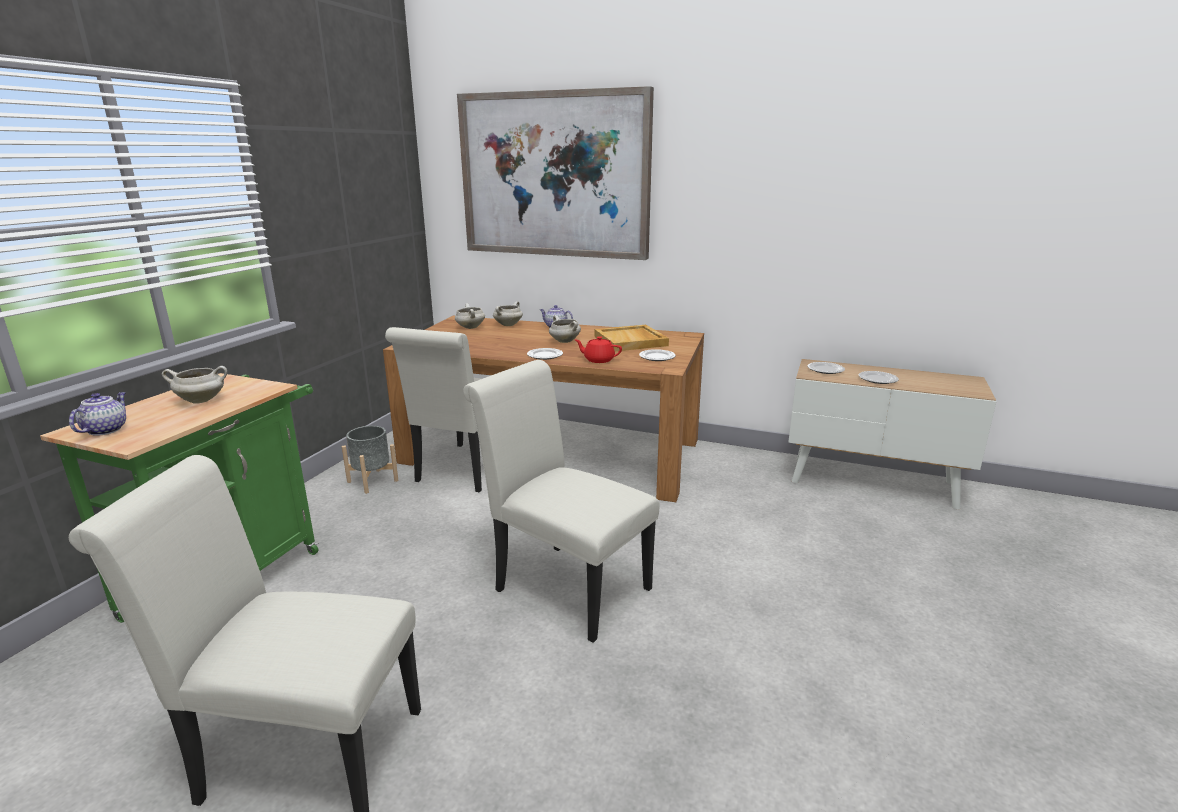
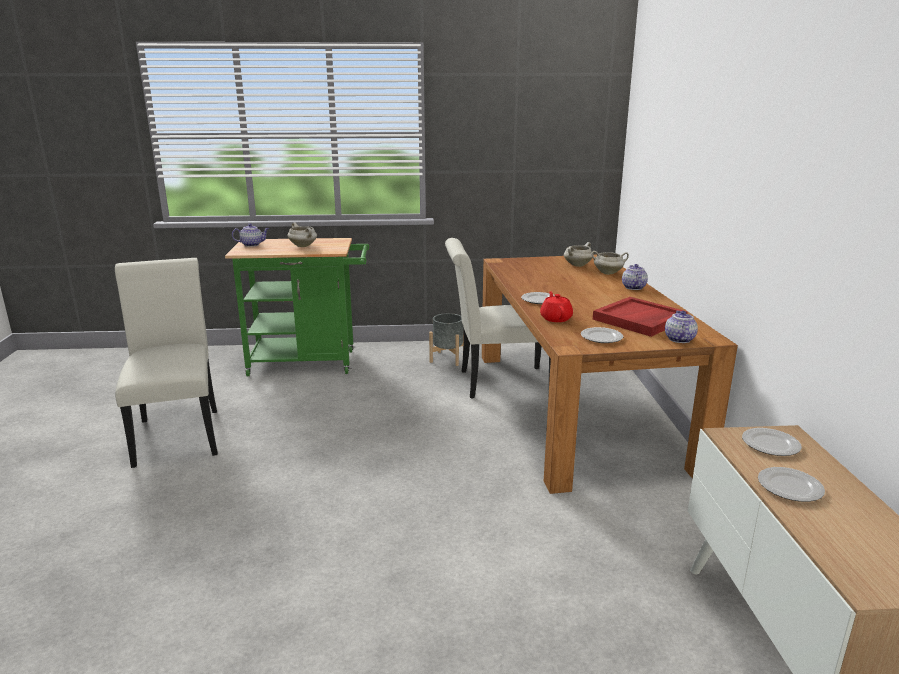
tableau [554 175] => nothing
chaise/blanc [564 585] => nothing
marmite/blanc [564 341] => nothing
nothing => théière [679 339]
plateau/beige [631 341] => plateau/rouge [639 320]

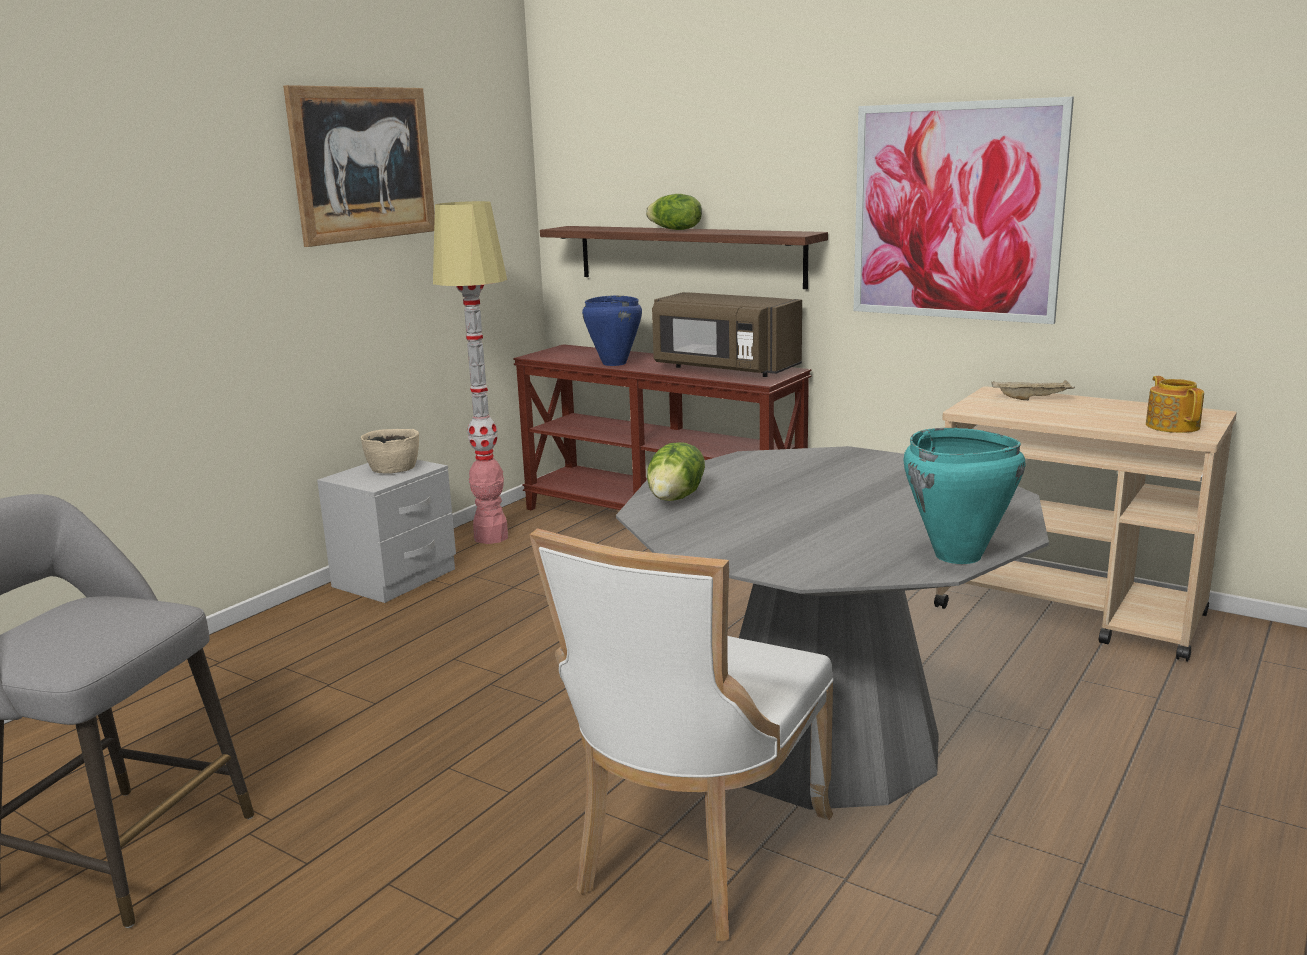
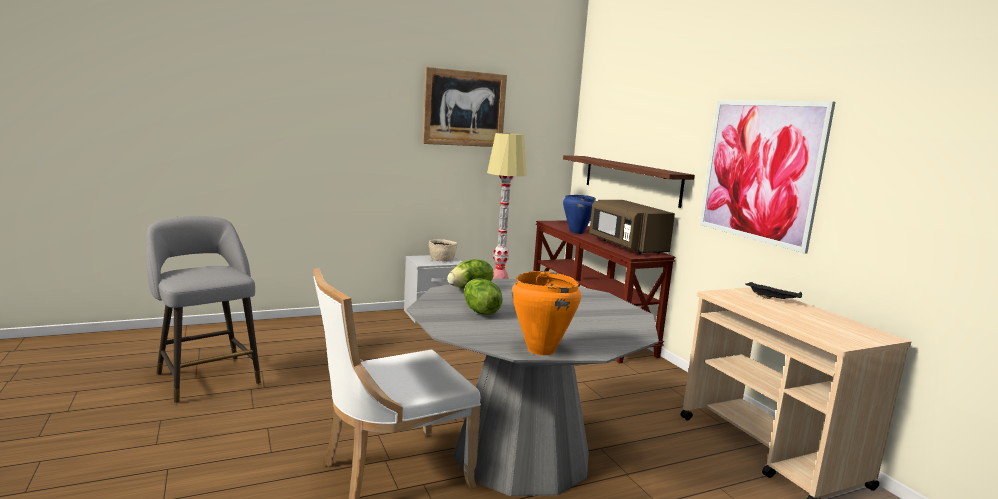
théière [1172 426] => nothing
laitue [675 229] => laitue [480 311], shifted
marmite/turquoise [958 556] => marmite/orange [540 350]
plateau/beige [1032 399] => plateau/noir [773 299]

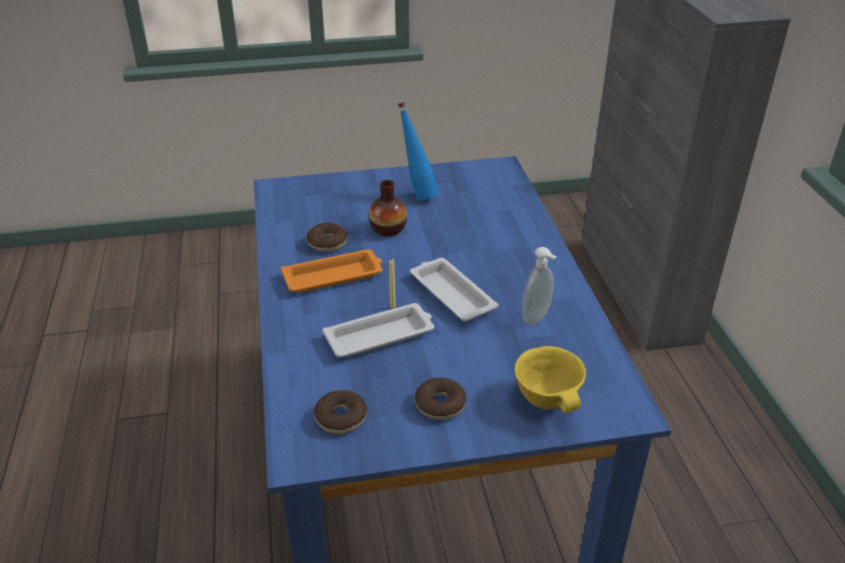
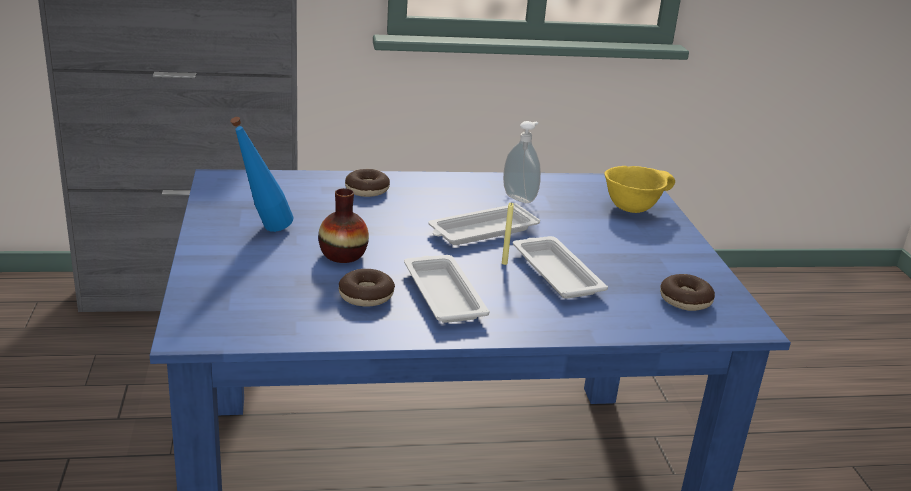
beignet [440 405] => beignet [367 190], shifted
plateau/orange [334 276] => plateau/blanc [443 294]

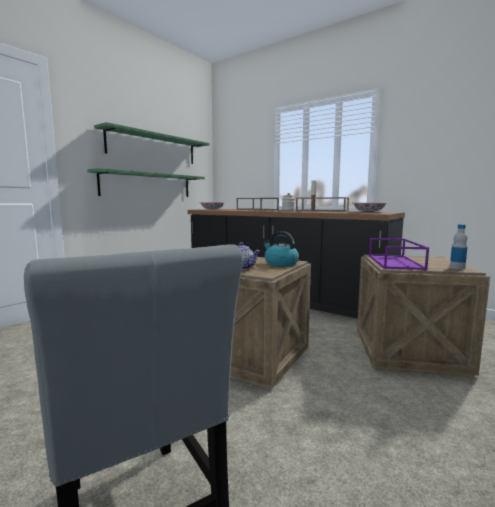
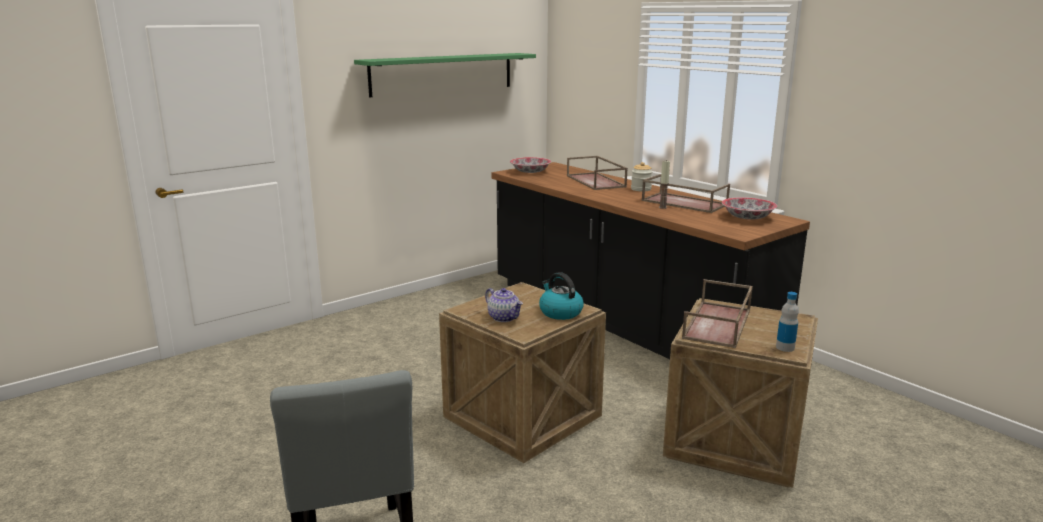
étagère/vert [148 185] => nothing
plateau/violet [396 262] => plateau/marron [718 324]

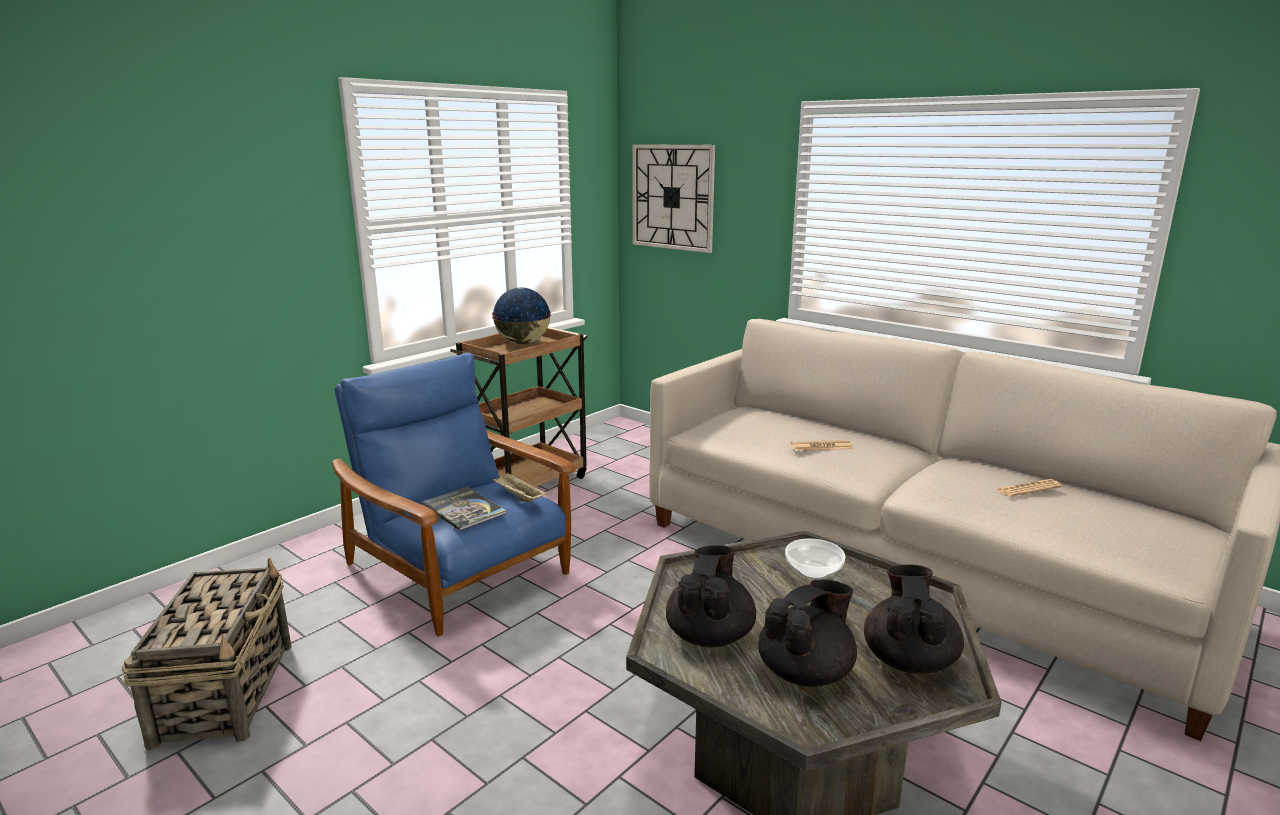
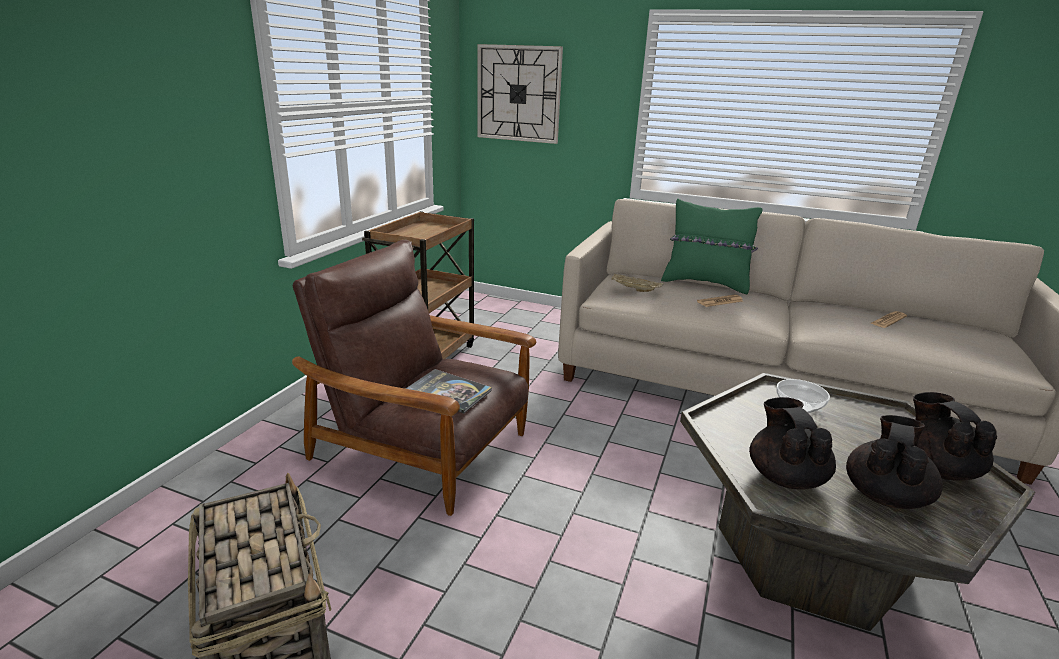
globe [523 343] => nothing
nothing => coussin/vert [705 284]
plateau/beige [519 497] => plateau/beige [634 289], shifted
fauteuil/bleu [459 570] => fauteuil/marron [423 447]

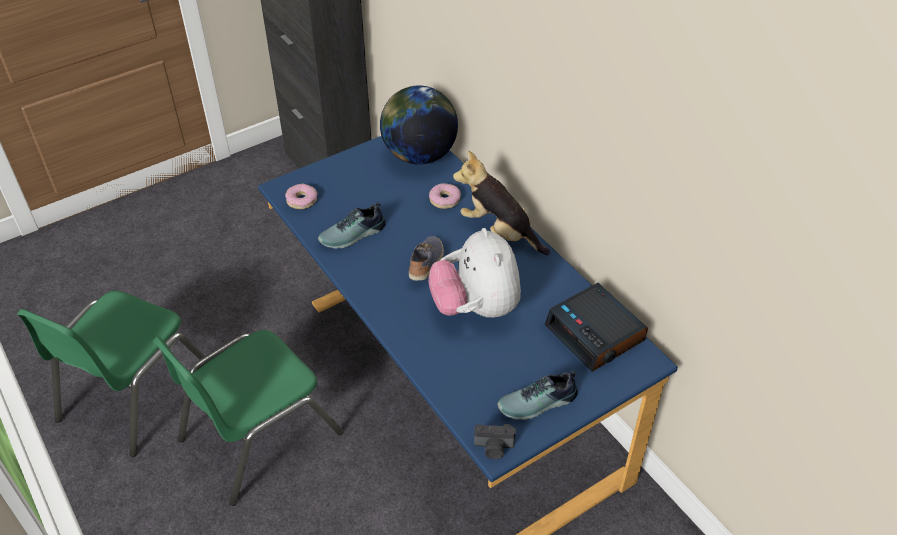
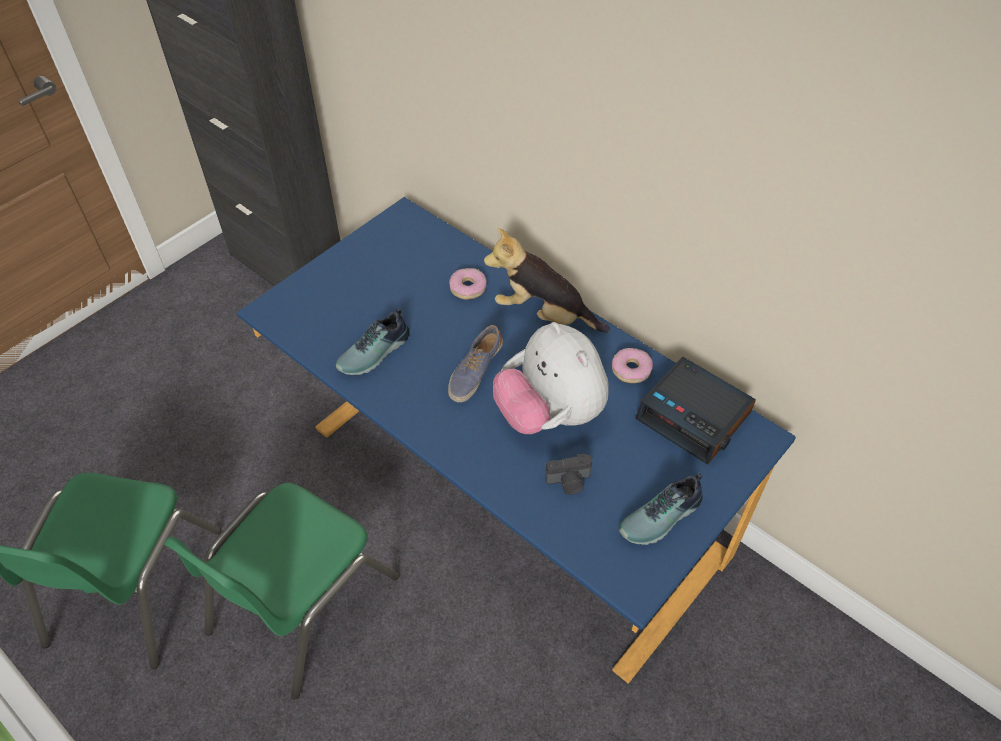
globe [419 155] => nothing
beignet [302 200] => beignet [631 369], shifted
appareil photo [493 448] => appareil photo [569 482], shifted
chaussure [427 264] => chaussure [474 372], 150 degrees counterclockwise

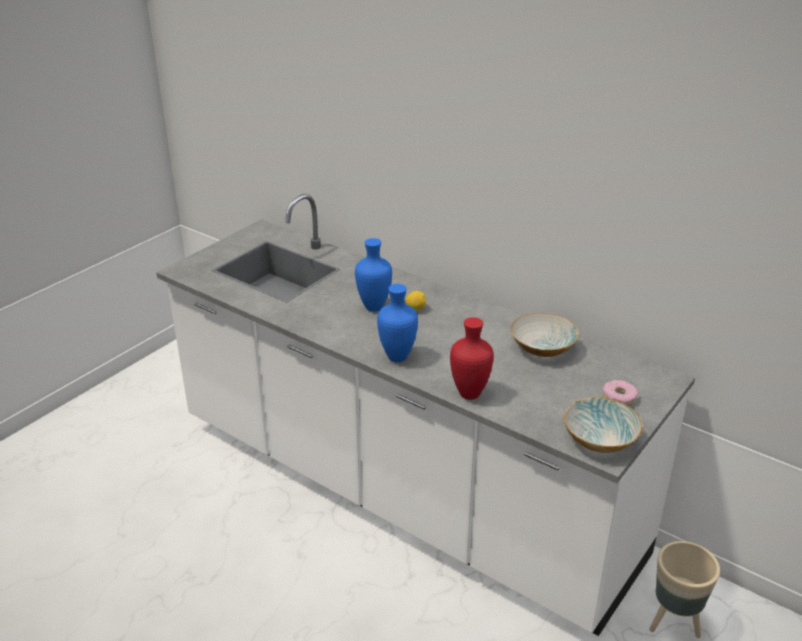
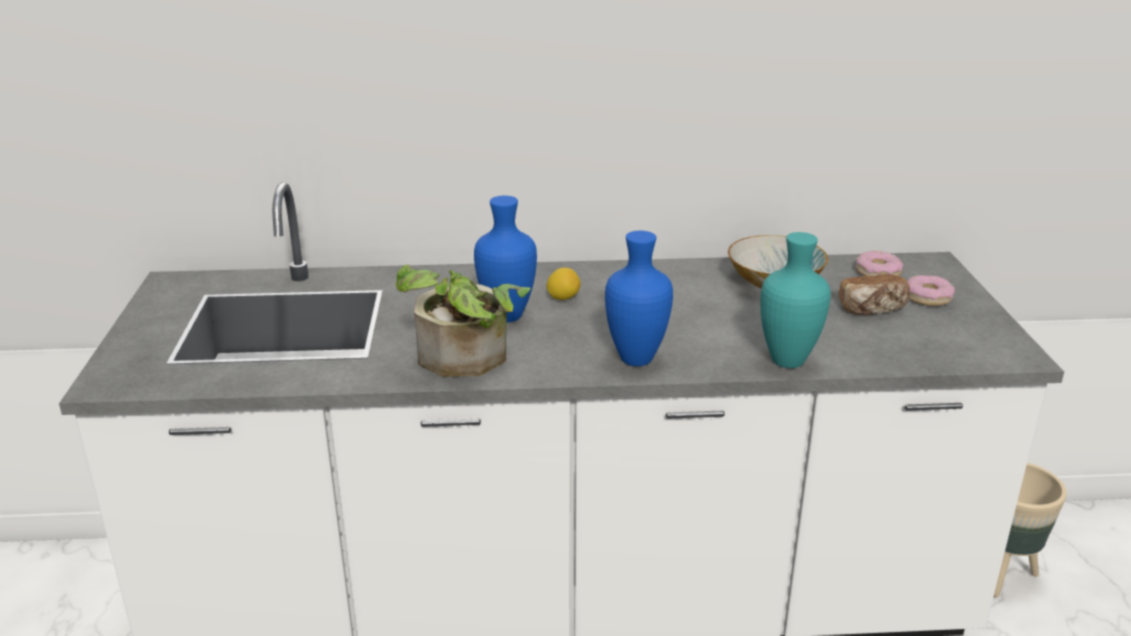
bol [600 440] => nothing
nothing => plante en pot [464 361]
nothing => pain [872 309]
nothing => beignet [878 272]
vase/rouge [468 395] => vase/turquoise [787 362]

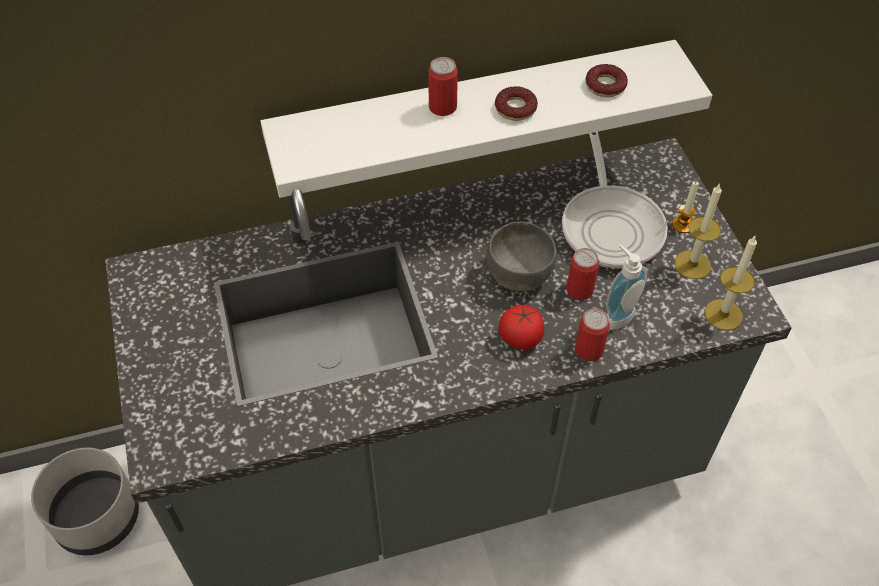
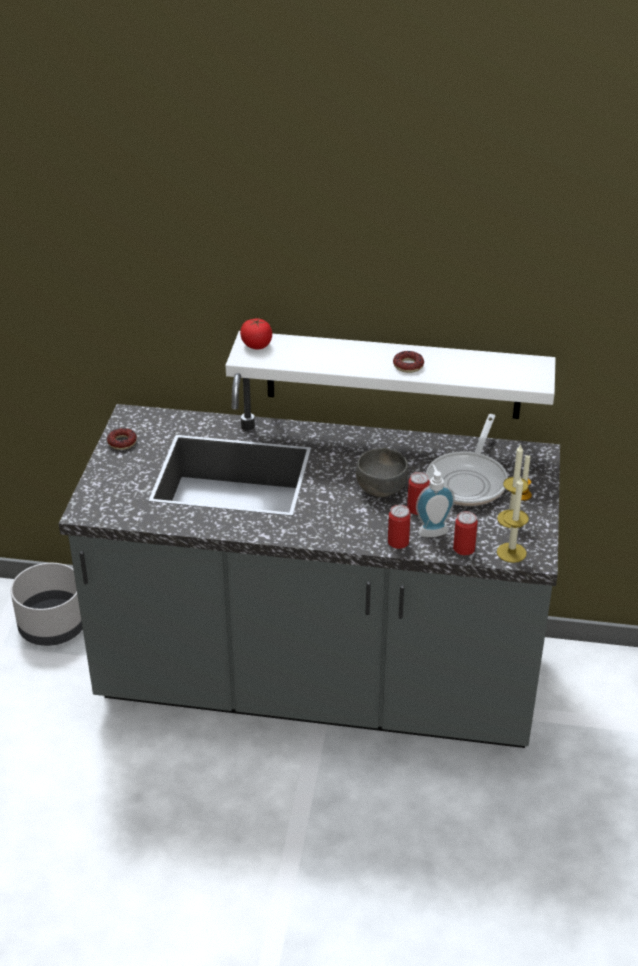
boîte métallique [442 107] => boîte métallique [464 549], shifted
tomate [520 337] => tomate [256 345], shifted
beignet [605 85] => beignet [122 442], shifted

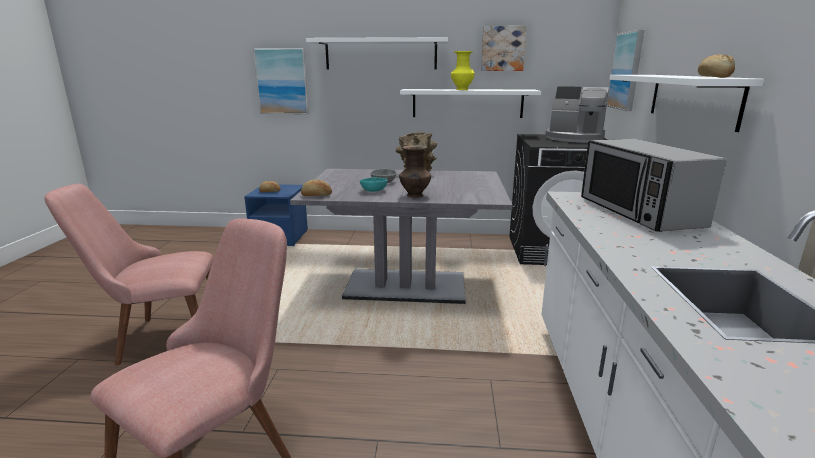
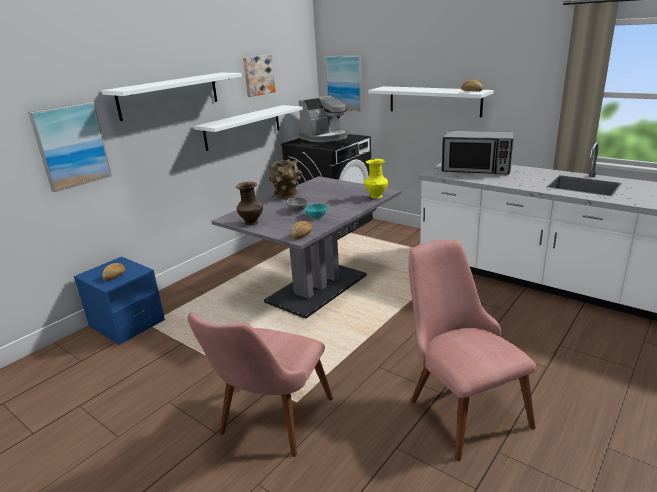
vase/marron [415 196] => vase/marron [252 223], shifted
vase/jaune [461 90] => vase/jaune [376 196], shifted

